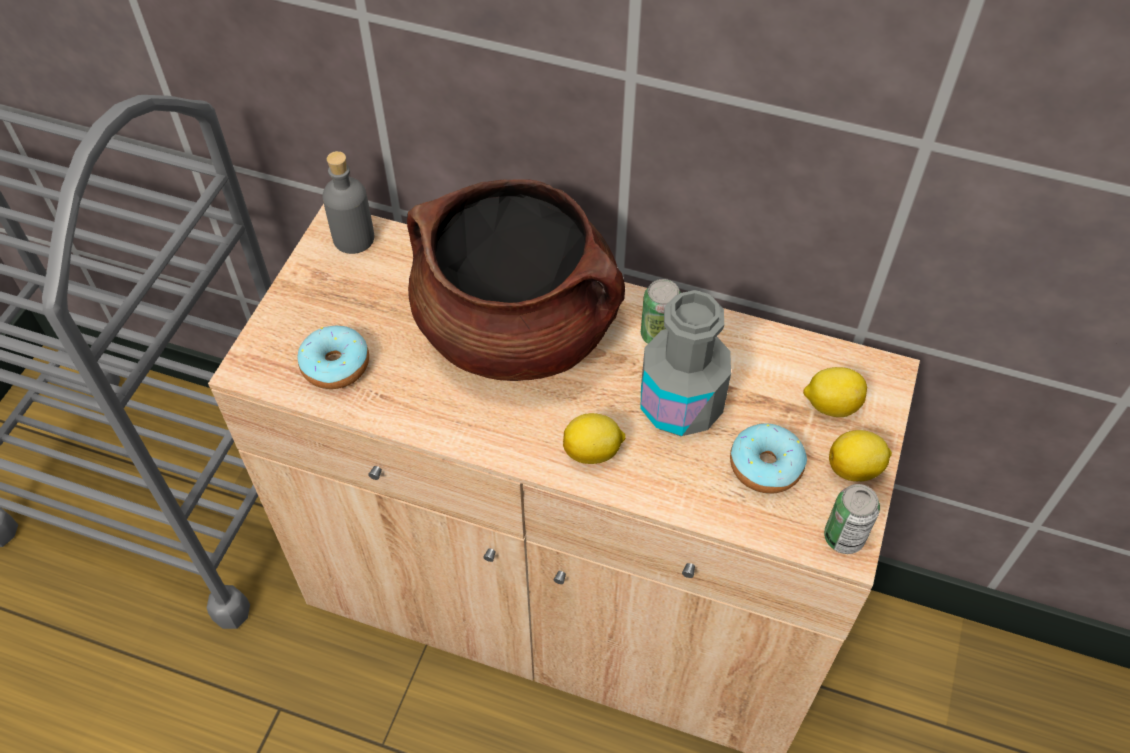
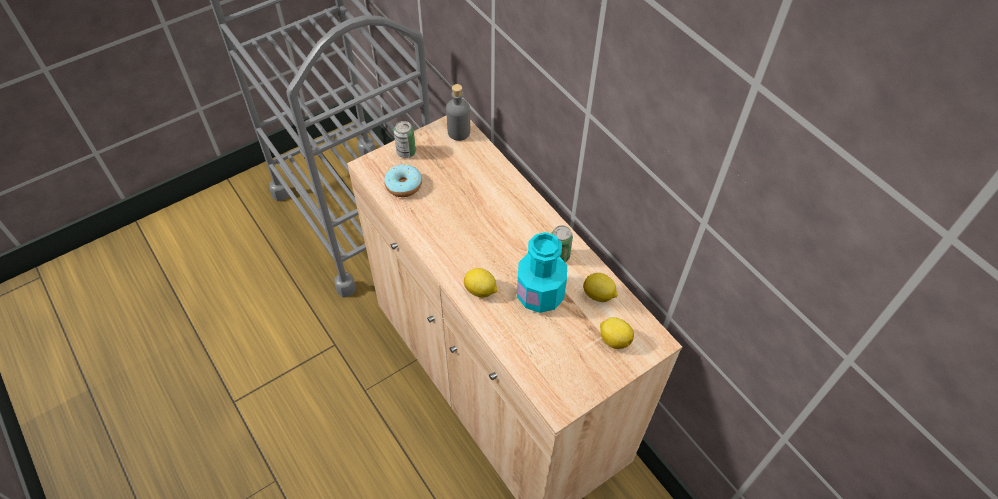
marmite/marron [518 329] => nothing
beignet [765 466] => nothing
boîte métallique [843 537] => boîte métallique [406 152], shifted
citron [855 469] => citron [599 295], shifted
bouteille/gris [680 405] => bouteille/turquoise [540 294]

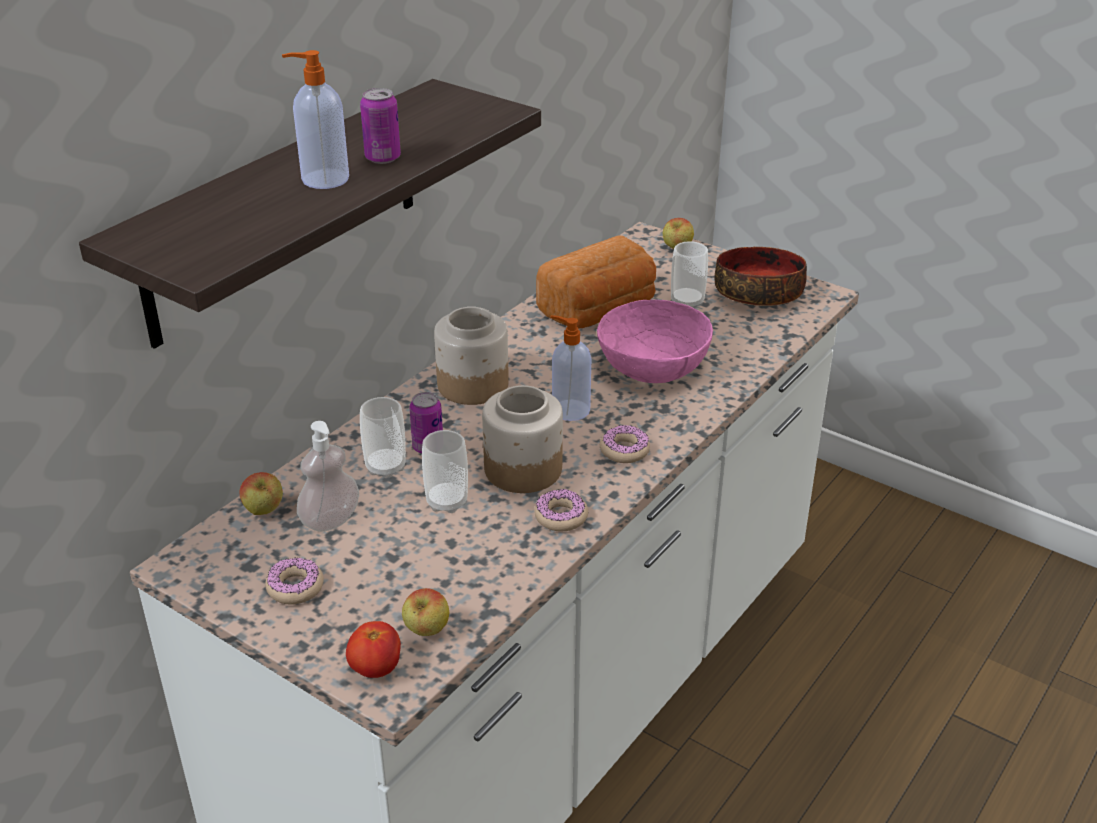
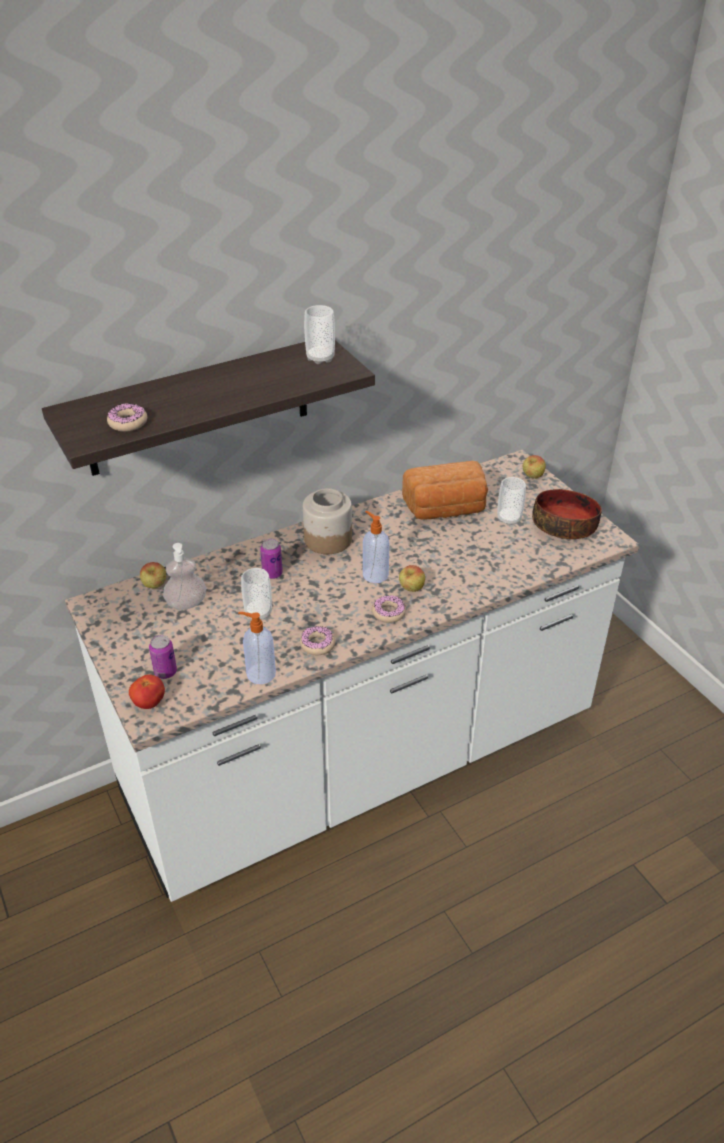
bocal [522 470] => nothing
bol/rose [653 366] => nothing
beignet [295 587] => beignet [128 423], shifted
distributeur de savon [323 179] => distributeur de savon [260 673], shifted
boîte métallique [383 158] => boîte métallique [165 672], shifted
tasse [385 467] => tasse [320 358], shifted
pomme [427 631] => pomme [411 589], shifted

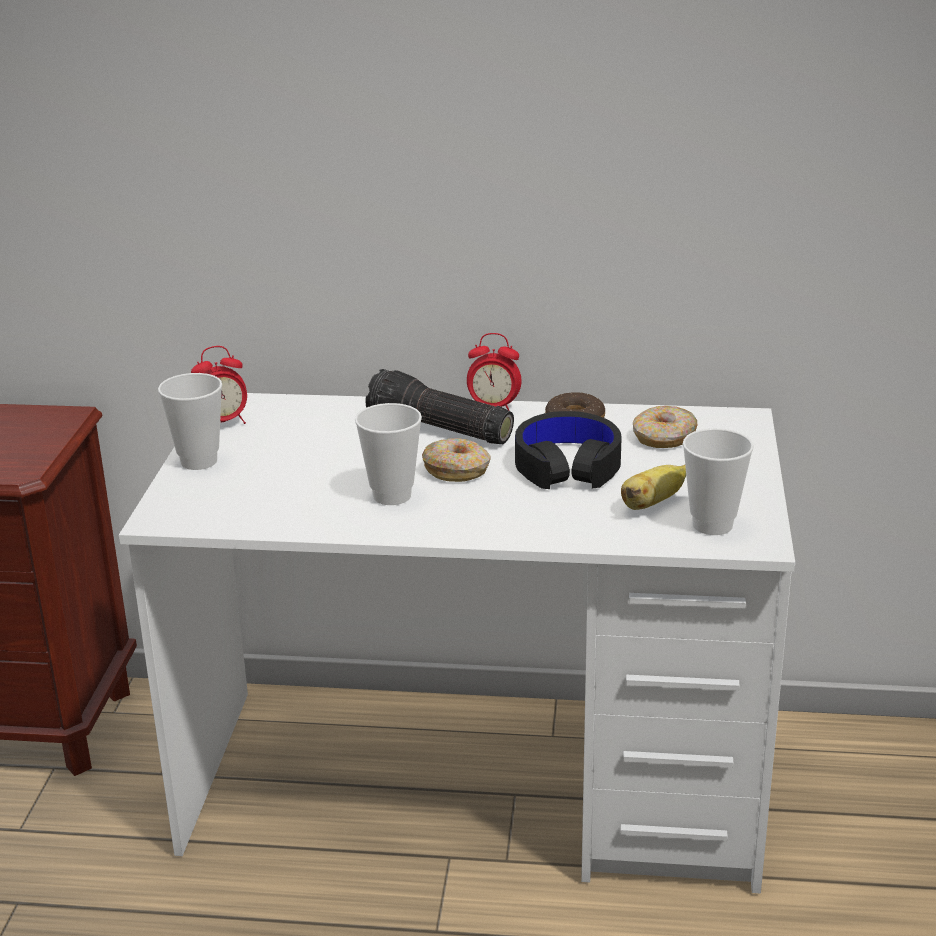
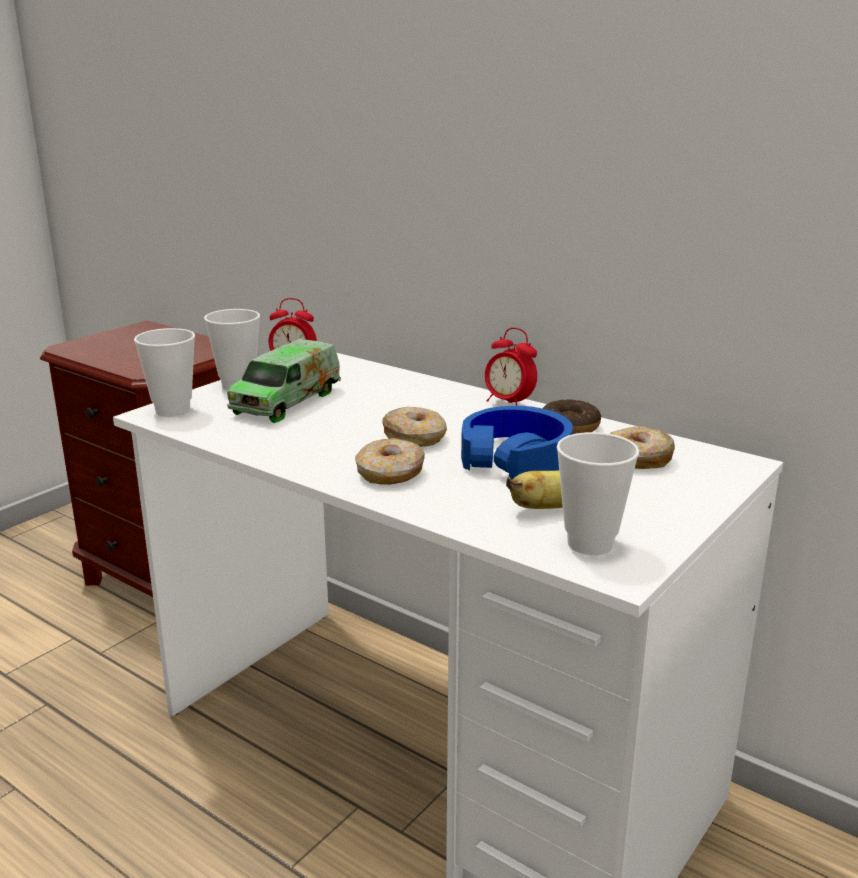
lampe de poche [438 430] => nothing
nothing => camion jouet [287 401]
nothing => beignet [390 473]
tasse [392 496] => tasse [173 410], shifted
casque audio/noir [567 466] => casque audio/bleu [515 458]

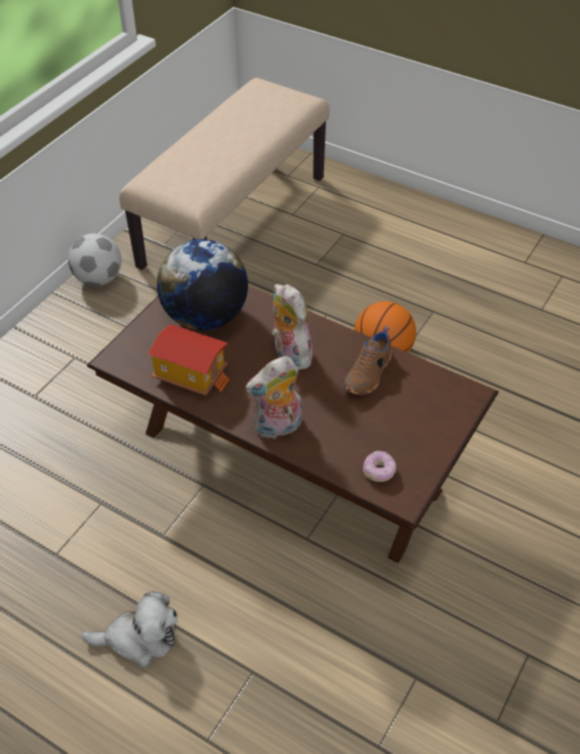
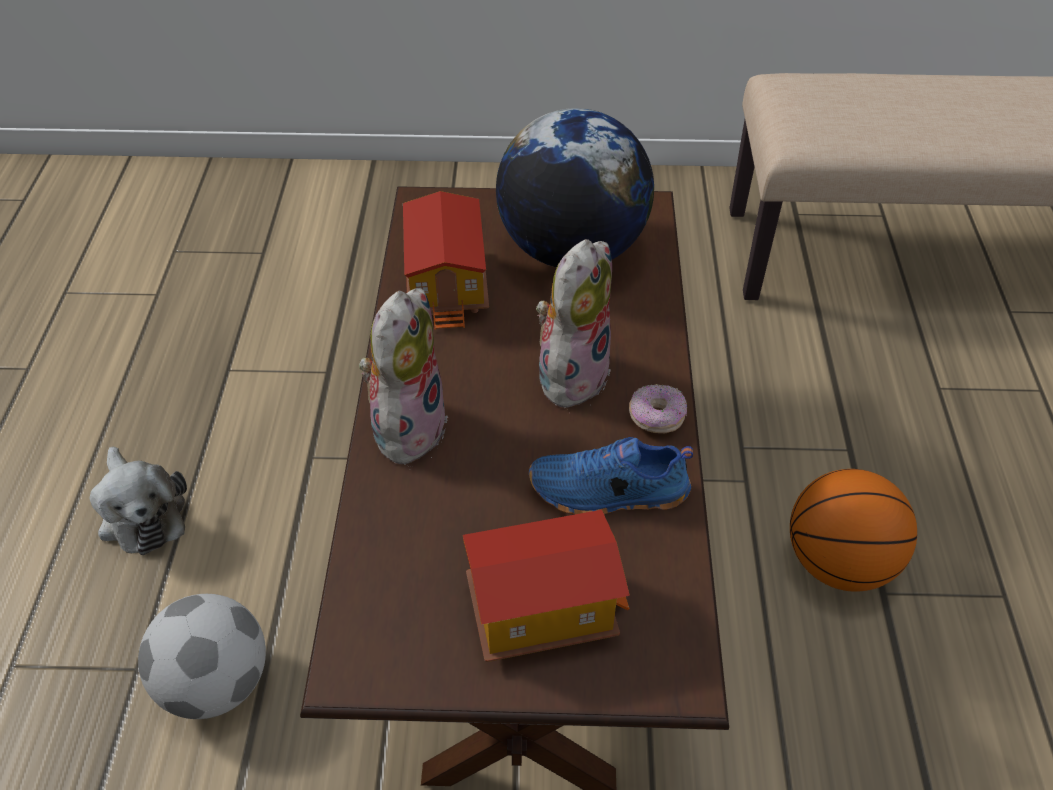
nothing => maison miniature [542 608]
ballon de foot [99 279] => ballon de foot [216 683], shifted
beignet [379 471] => beignet [656 418], shifted
chaussure/marron [369 374] => chaussure/bleu [609 494]
peluche [278 428] => peluche [407 426], 75 degrees clockwise

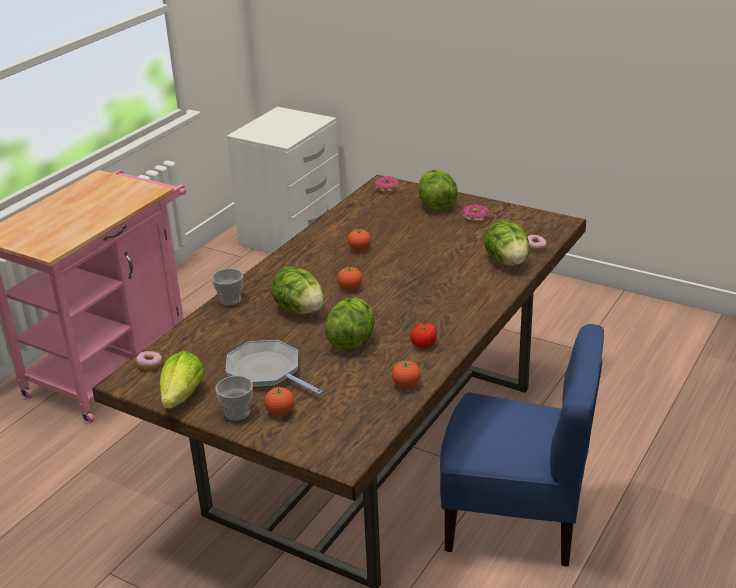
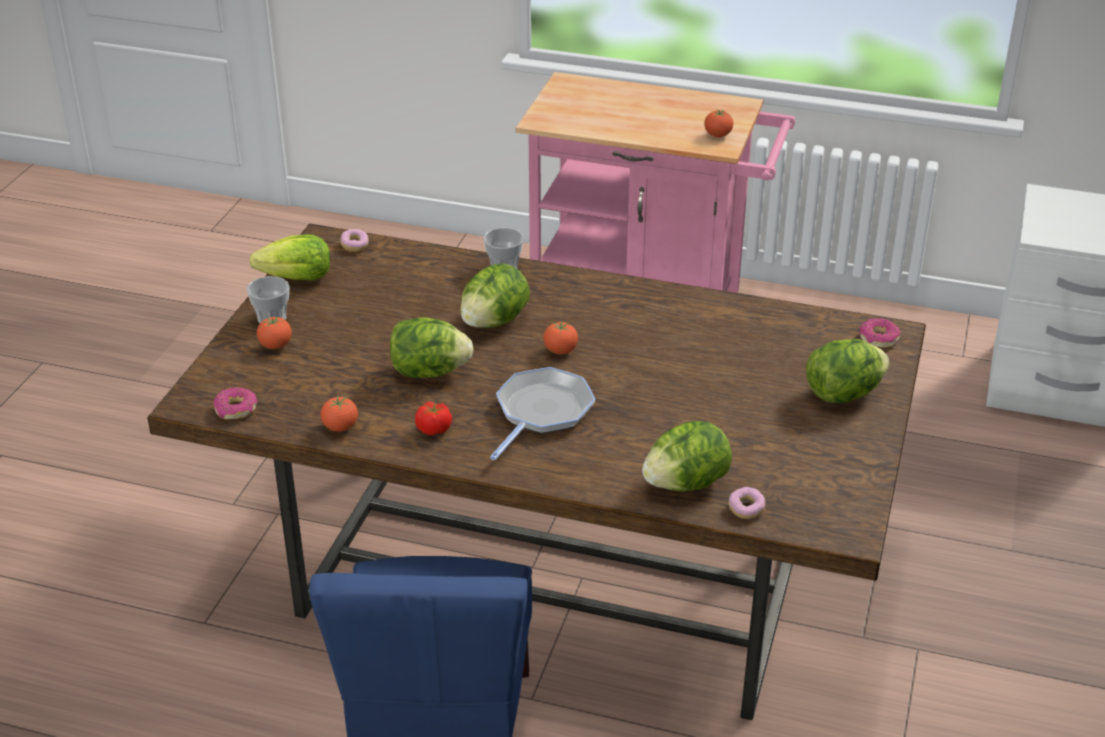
poêle [267 372] => poêle [542 412], shifted
tomate [359 249] => tomate [718 135], shifted
beignet [475 217] => beignet [236 409], shifted

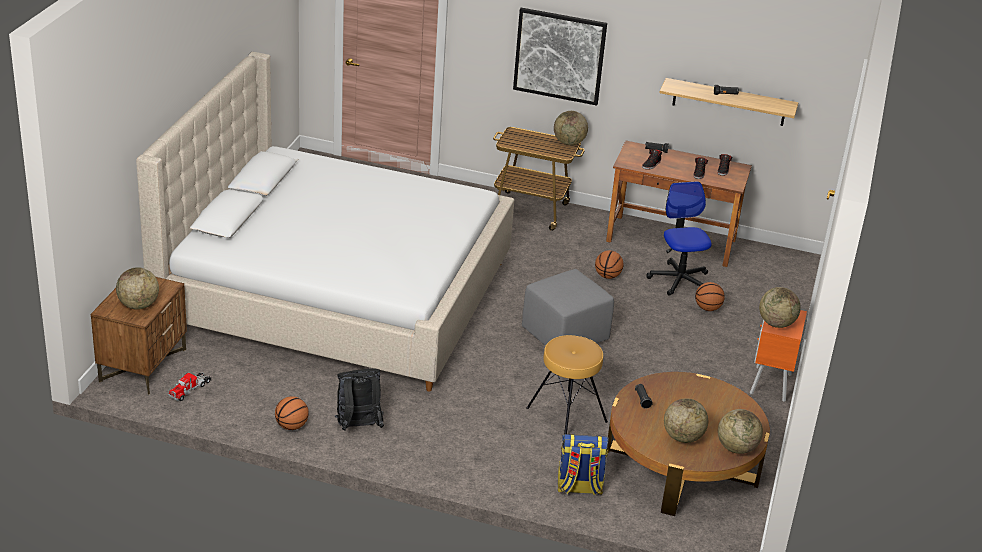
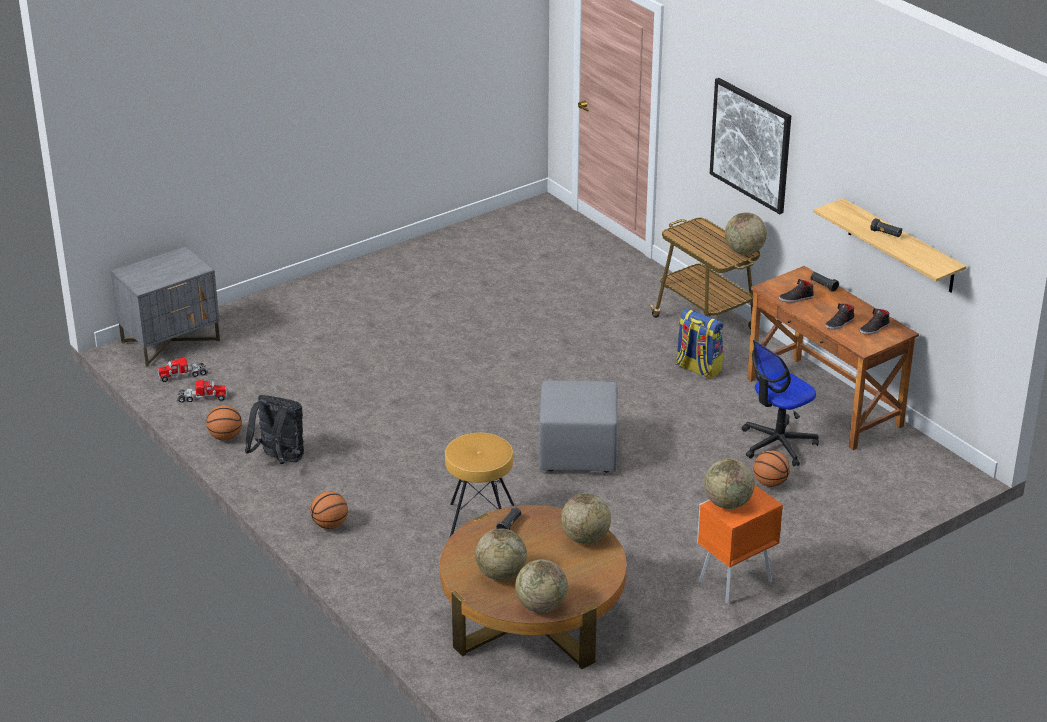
lit/beige [335 293] => nothing
nothing => camion jouet [202 398]
globe [138 305] => globe [585 538], shifted
sac à dos [579 487] => sac à dos [697 368], shifted
ballon de basket [607 276] => ballon de basket [330 525], shifted
table de chevet/marron [143 365] => table de chevet/gris [171 341]
chaise de bureau [679 280] => chaise de bureau [777 444], 150 degrees counterclockwise

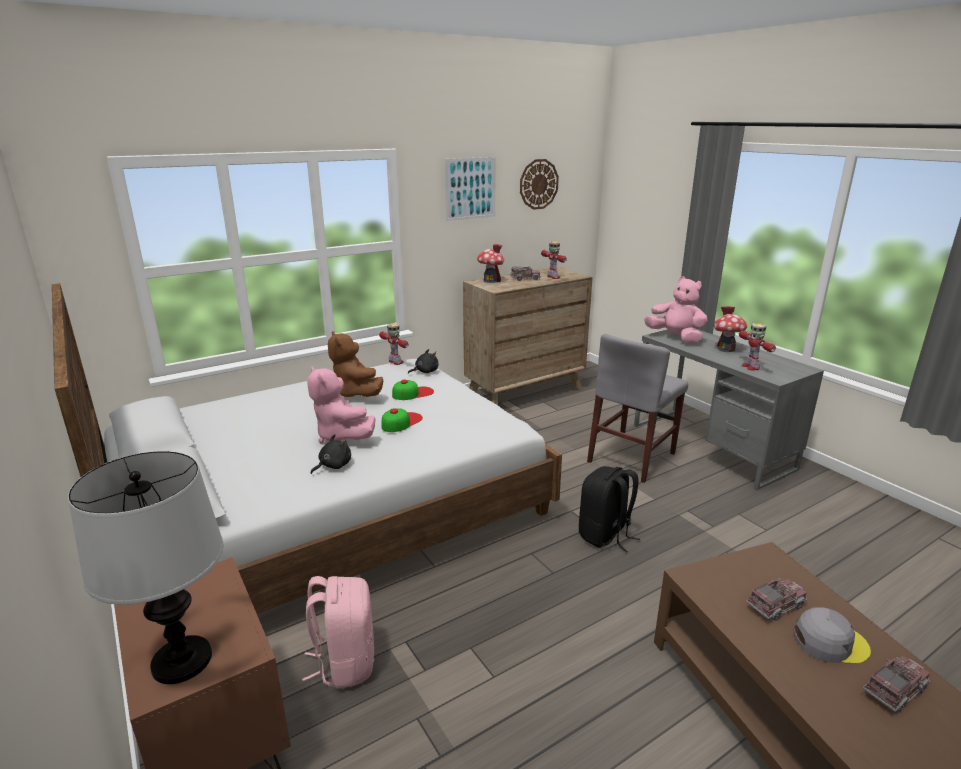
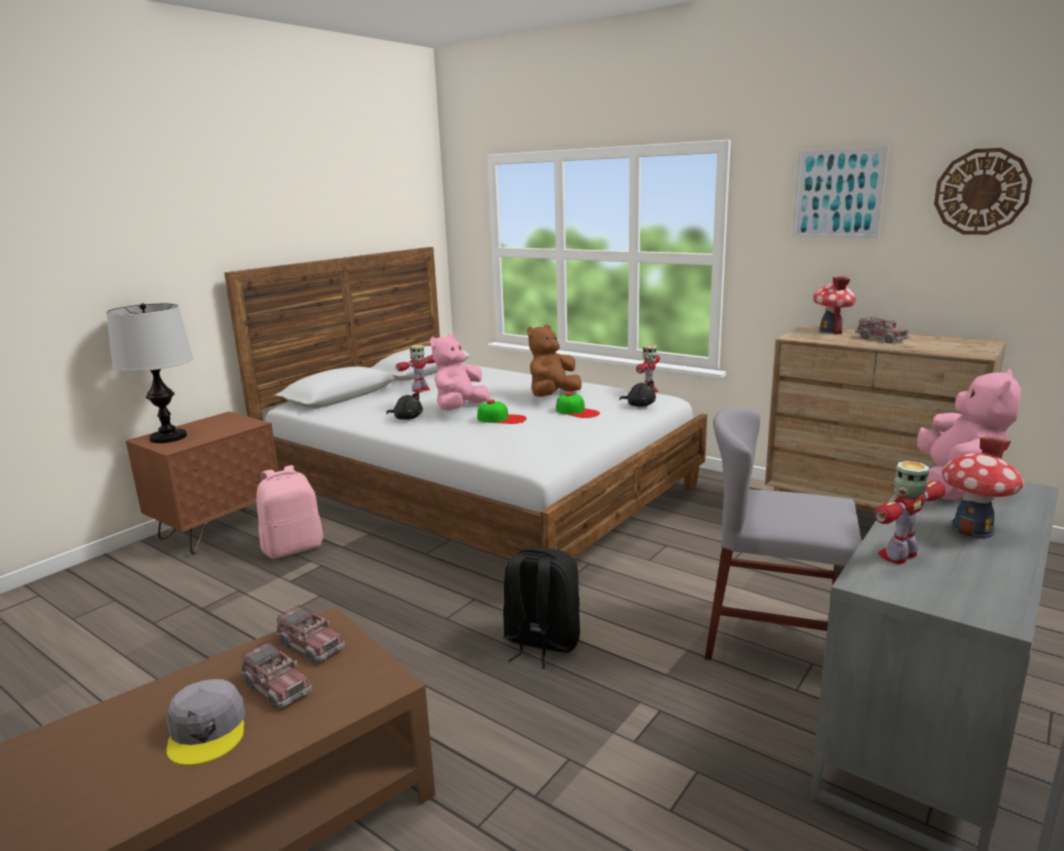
robot jouet [553 277] => robot jouet [420 390], shifted
camion jouet [894 690] => camion jouet [310 645], shifted

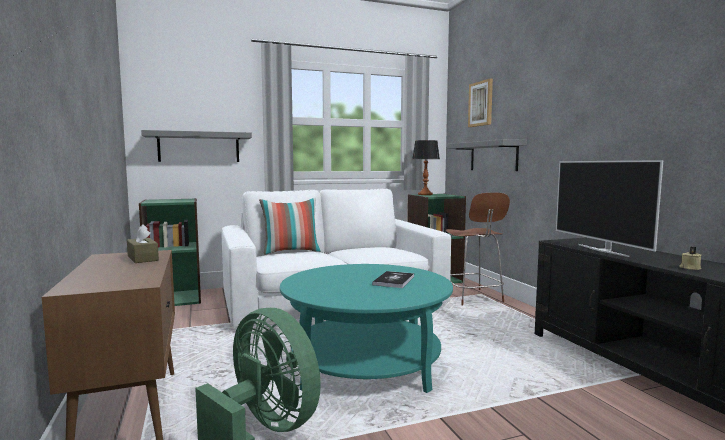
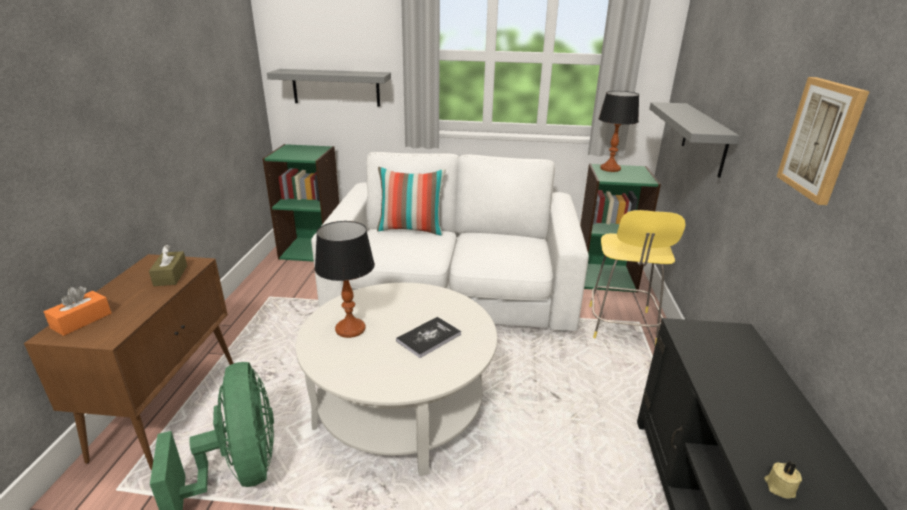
téléviseur [603 250] => nothing
nothing => boîte à mouchoirs/orange [81 320]
nothing => lampe de table [350 329]
tableau [481 104] => tableau [821 139], shifted
table basse/turquoise [366 363] => table basse/blanc [401 406]
tabouret/marron [472 298] => tabouret/jaune [621 326]

